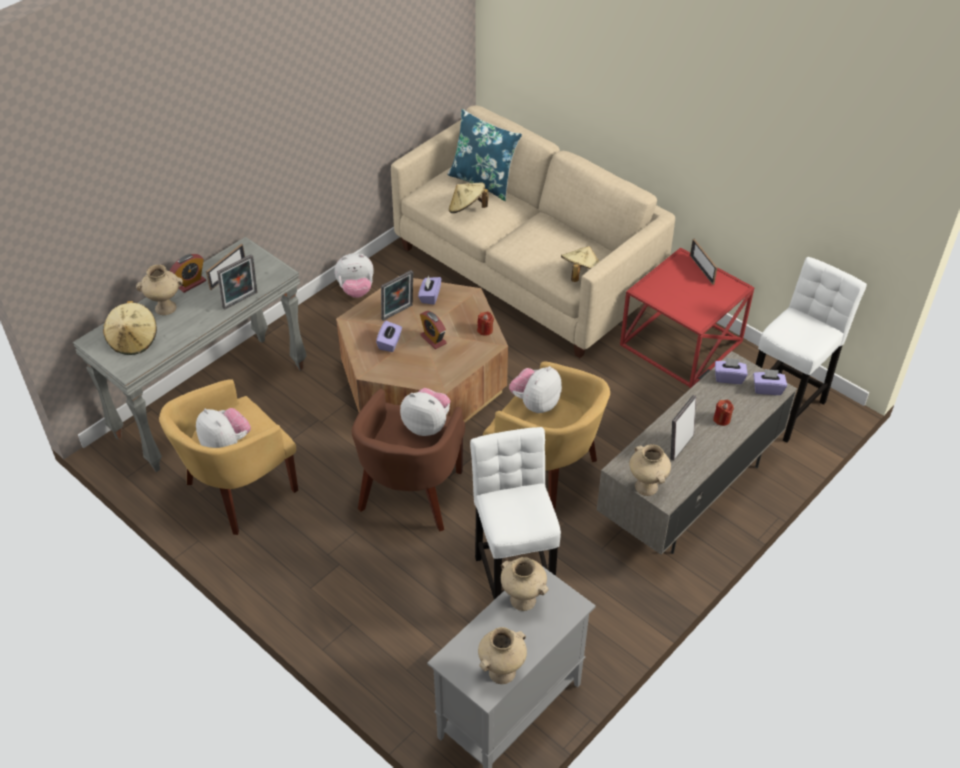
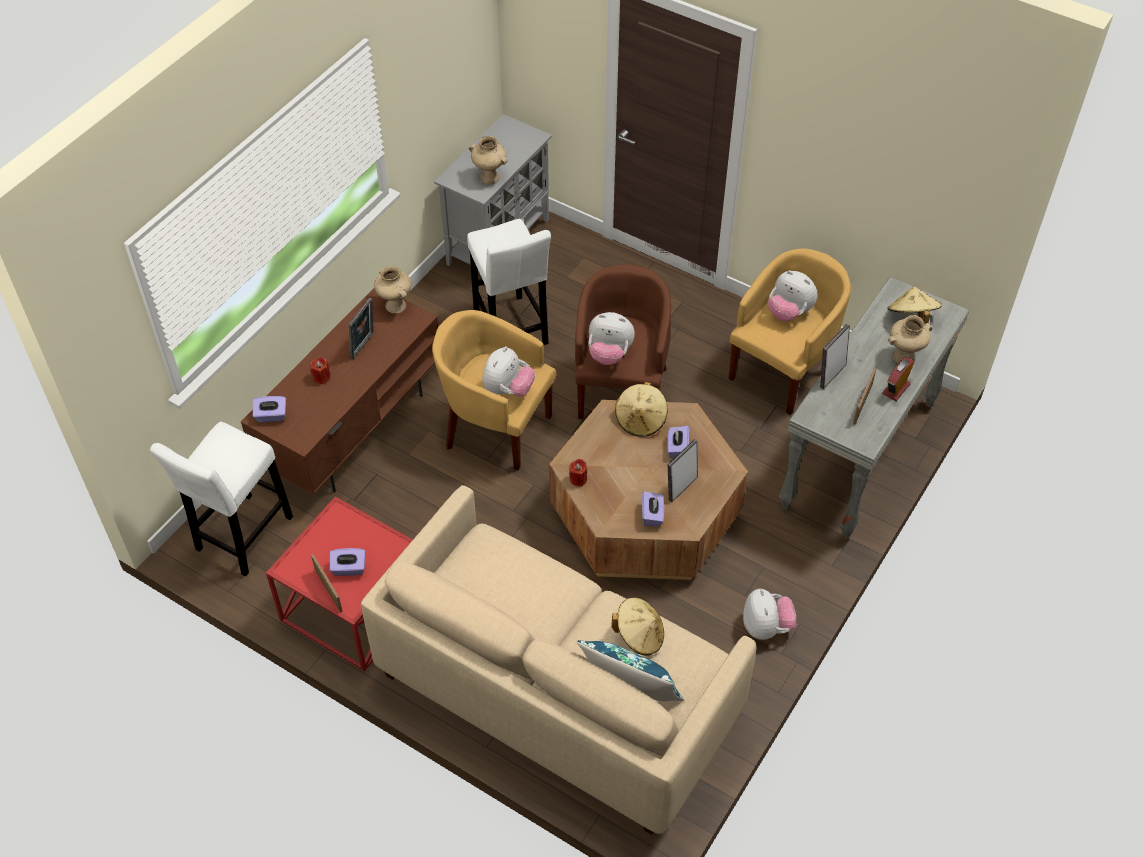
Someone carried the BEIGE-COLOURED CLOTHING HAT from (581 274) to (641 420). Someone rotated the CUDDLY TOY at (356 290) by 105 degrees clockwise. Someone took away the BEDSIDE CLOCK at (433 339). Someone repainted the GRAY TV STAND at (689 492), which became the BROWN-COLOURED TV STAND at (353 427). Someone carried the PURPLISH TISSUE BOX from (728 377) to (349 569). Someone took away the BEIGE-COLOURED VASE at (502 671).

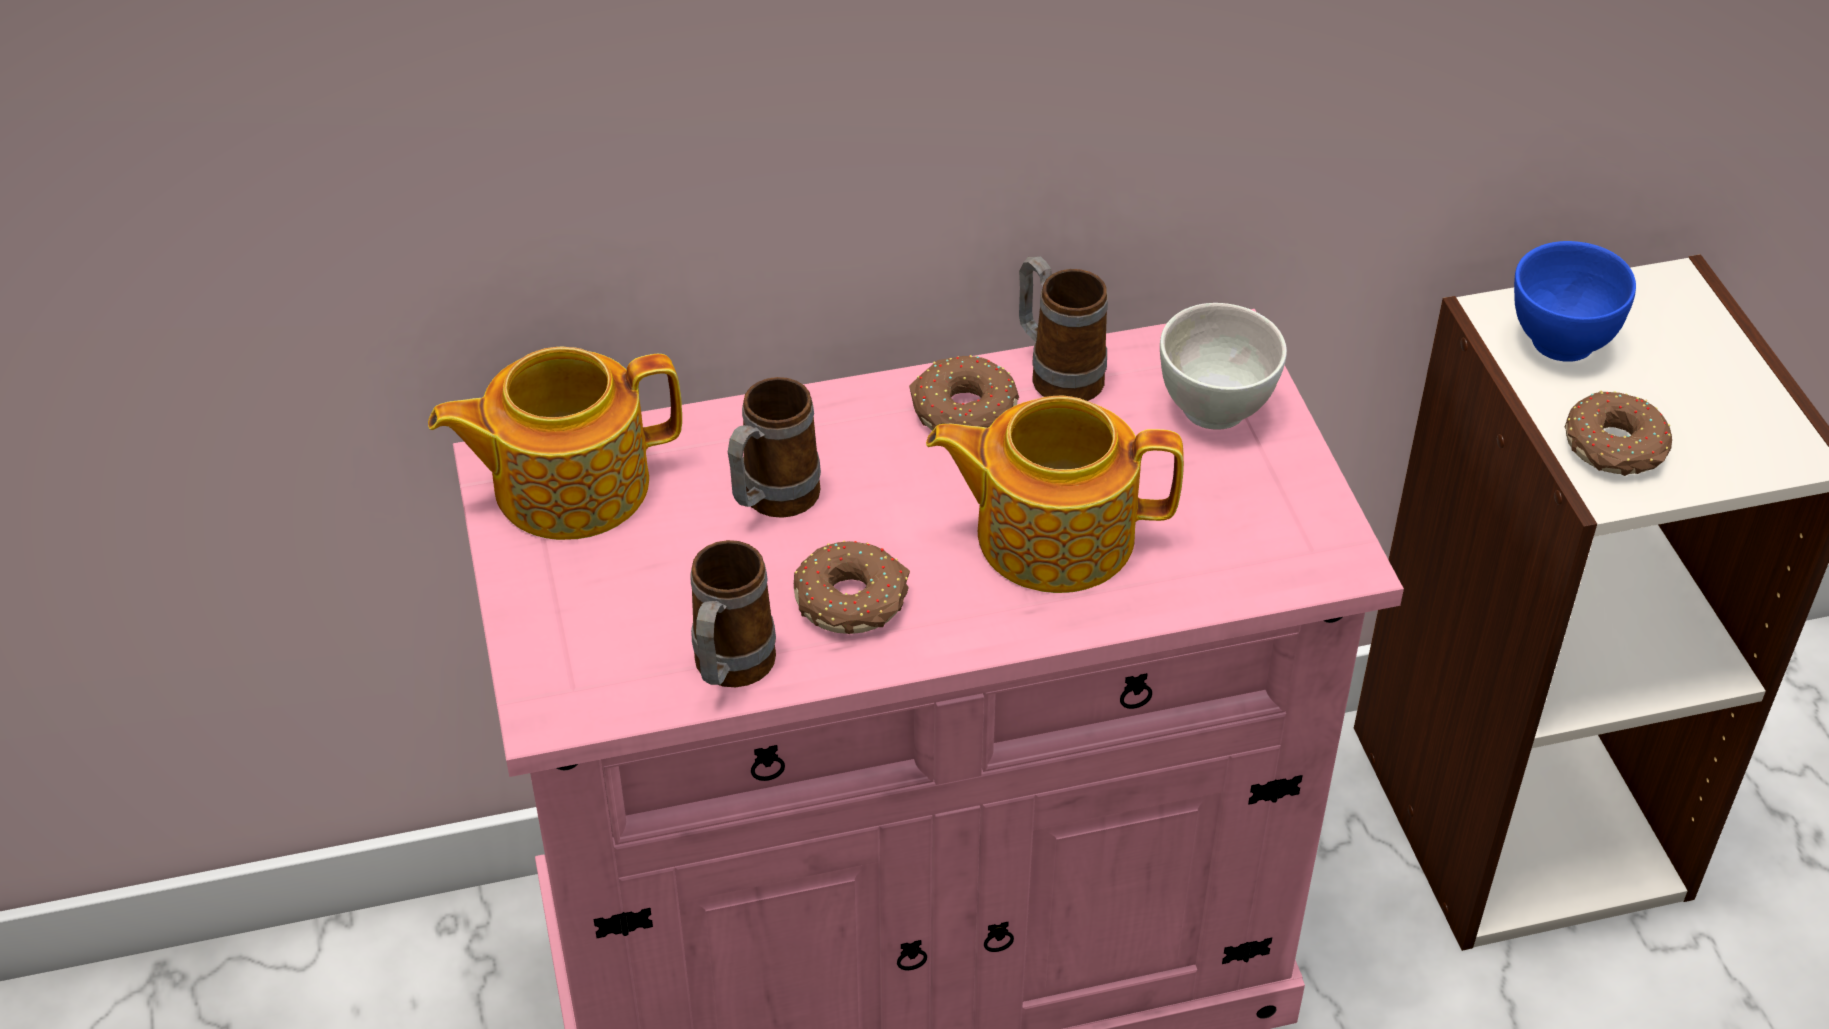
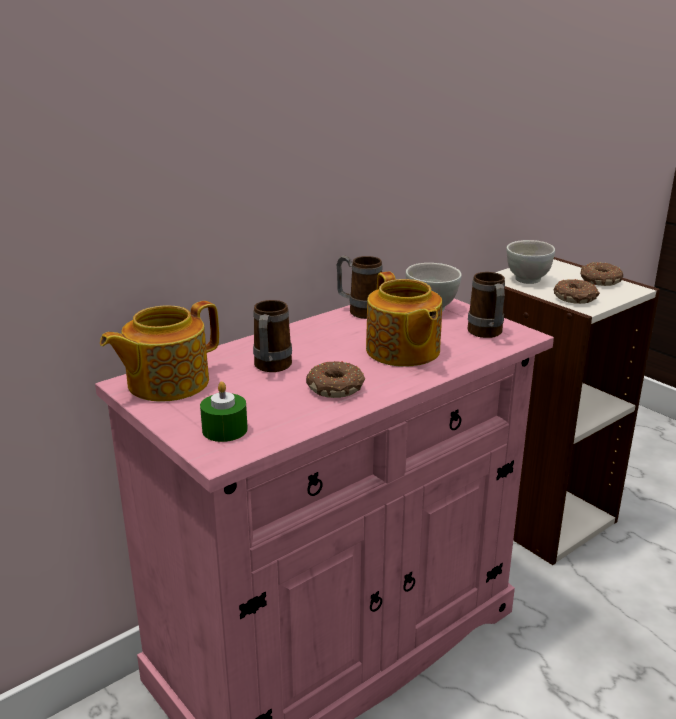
Someone repainted the BLUISH BOWL at (1559 343), which became the WHITE BOWL at (527 280). Someone carried the RING DOUGHNUT from (962 410) to (599 280). Someone rotated the POT FOR TEA at (1051 534) by 90 degrees counterclockwise. Someone carried the COFFEE MUG from (729 672) to (487 334). Someone put down the GREENISH WAX LIGHT at (224 430).

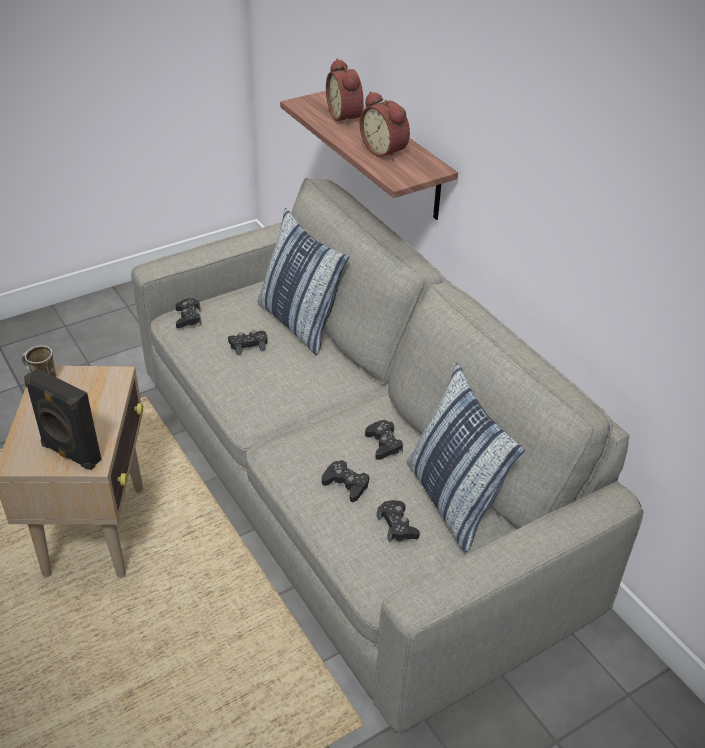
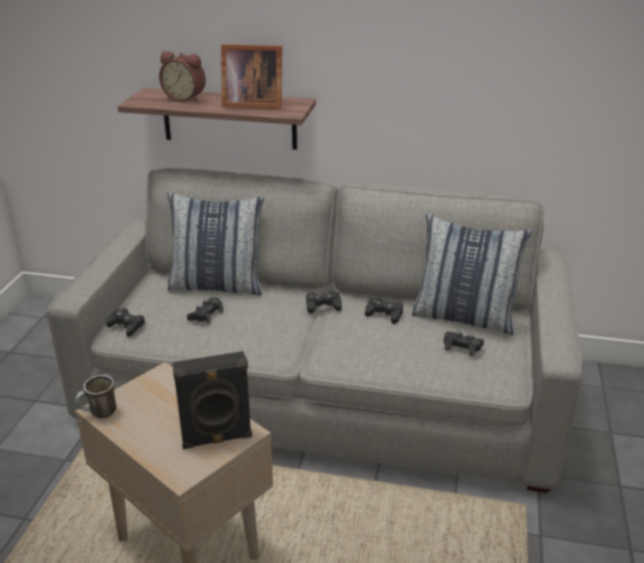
Someone swapped the BEDSIDE CLOCK at (385 151) for the PICTURE FRAME at (251 104). Someone carried the BLACK JOYPAD from (346 484) to (323 306).

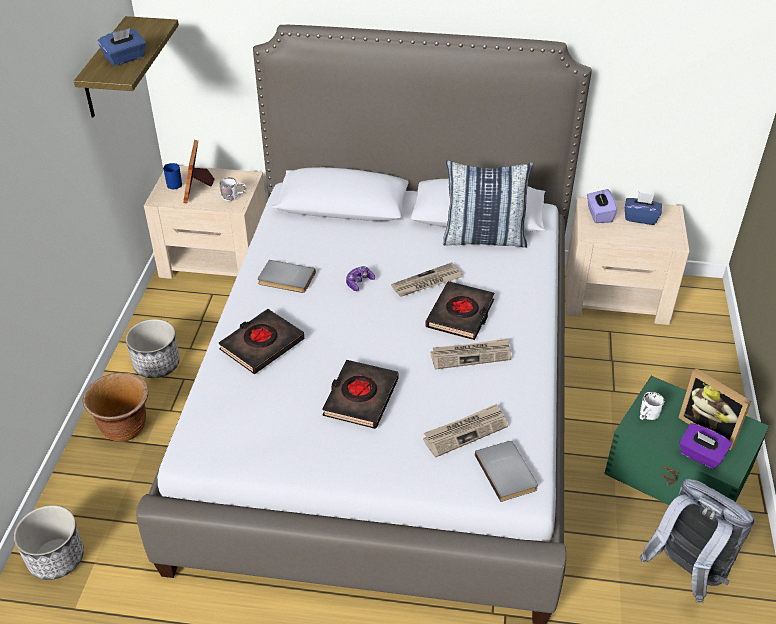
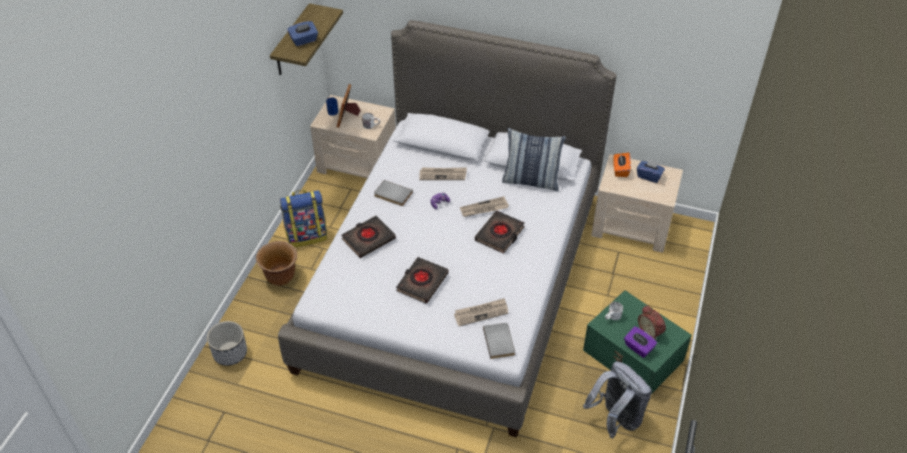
Someone repainted the PURPLISH TISSUE BOX at (599 215), which became the ORANGE-COLOURED TISSUE BOX at (620 170). Someone swapped the PLANTER at (157 364) for the BACKPACK at (307 235). Someone carried the PRINTED PAPER from (471 355) to (443 174). Someone swapped the PICTURE FRAME at (709 428) for the BEDSIDE CLOCK at (650 331).

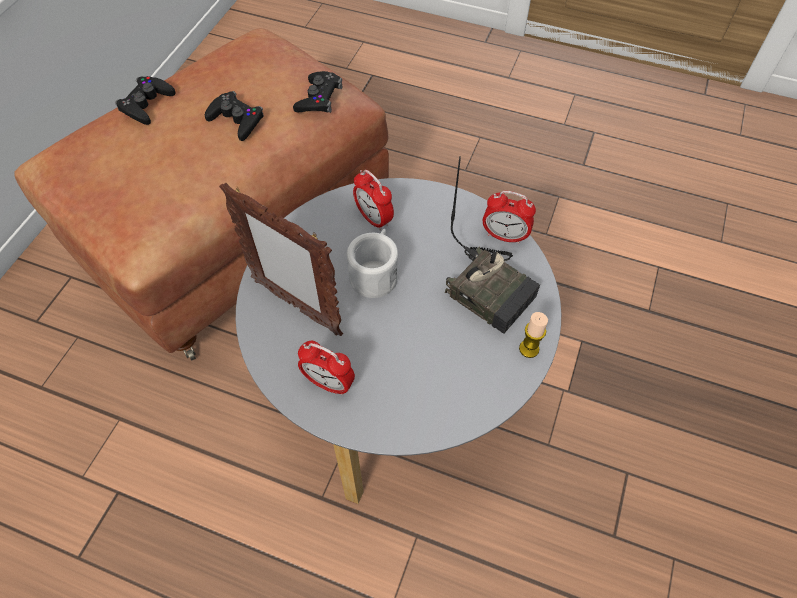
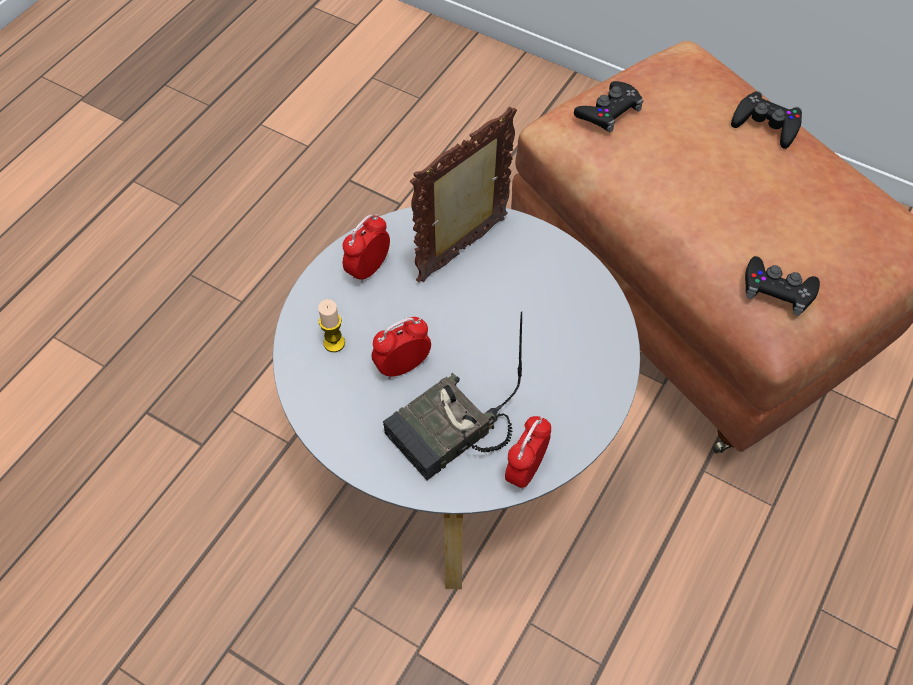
Someone carried the BLACK JOYPAD from (236 120) to (608 112). Someone carried the BEDSIDE CLOCK from (374 219) to (403 366). Someone took away the WHITE COFFEE MUG at (375 273). Someone carried the WAX LIGHT from (529 349) to (334 343).

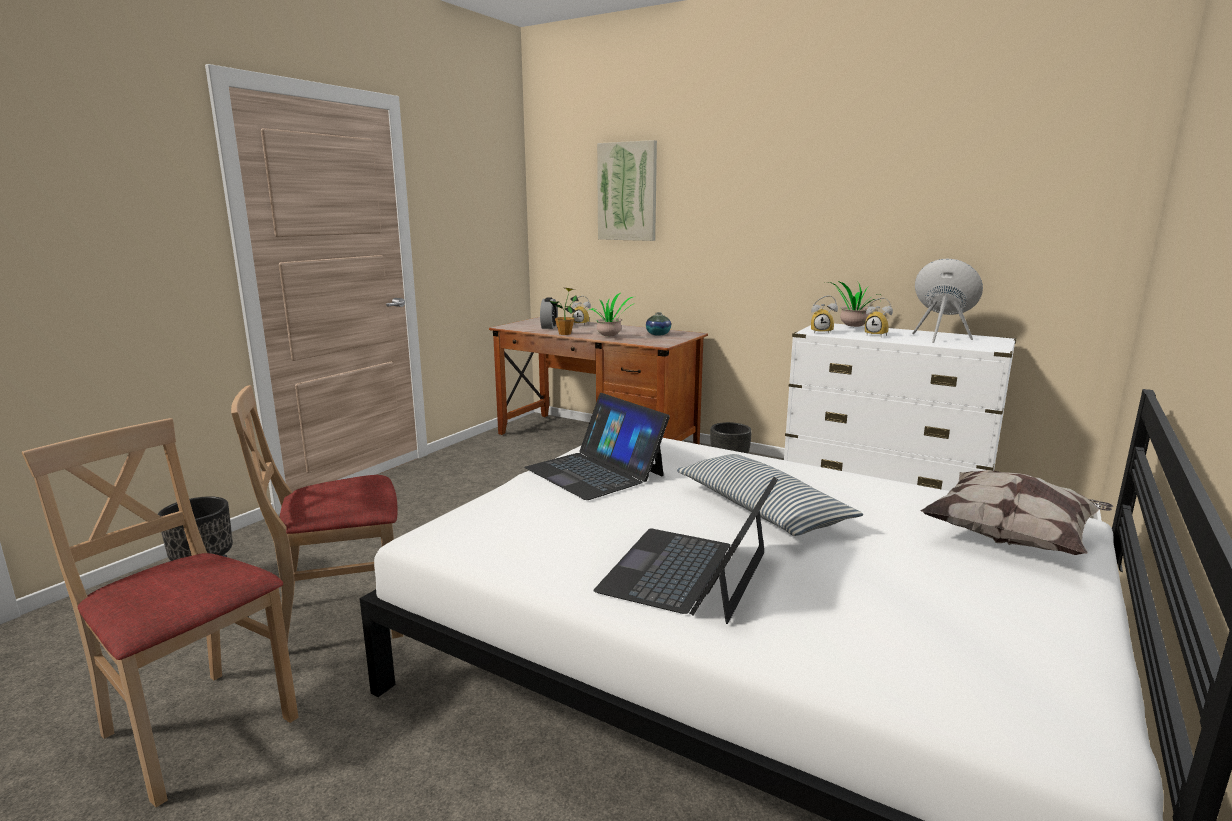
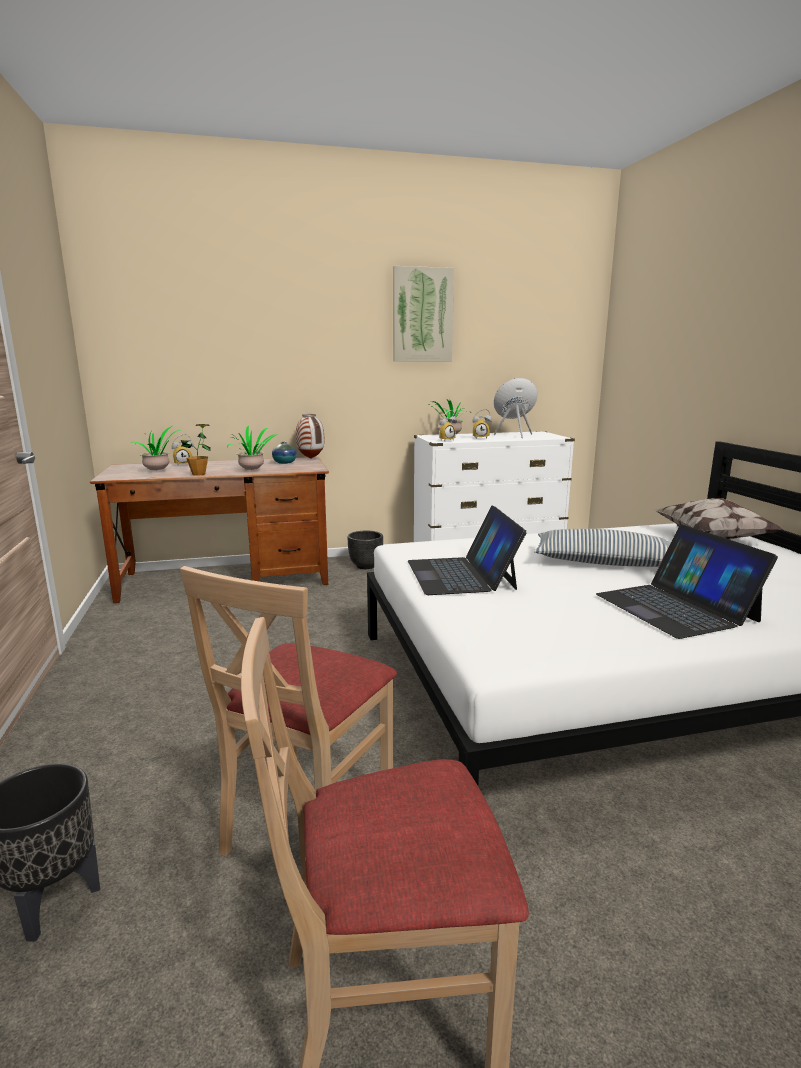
Someone carried the WALL PICTURE from (627 191) to (422 315). Someone swapped the BEDSIDE CLOCK at (549 327) for the PLANT IN A POT at (159 471). Someone rotated the PORTABLE COMPUTER at (595 471) by 75 degrees clockwise. Someone put down the VASE at (311 458).

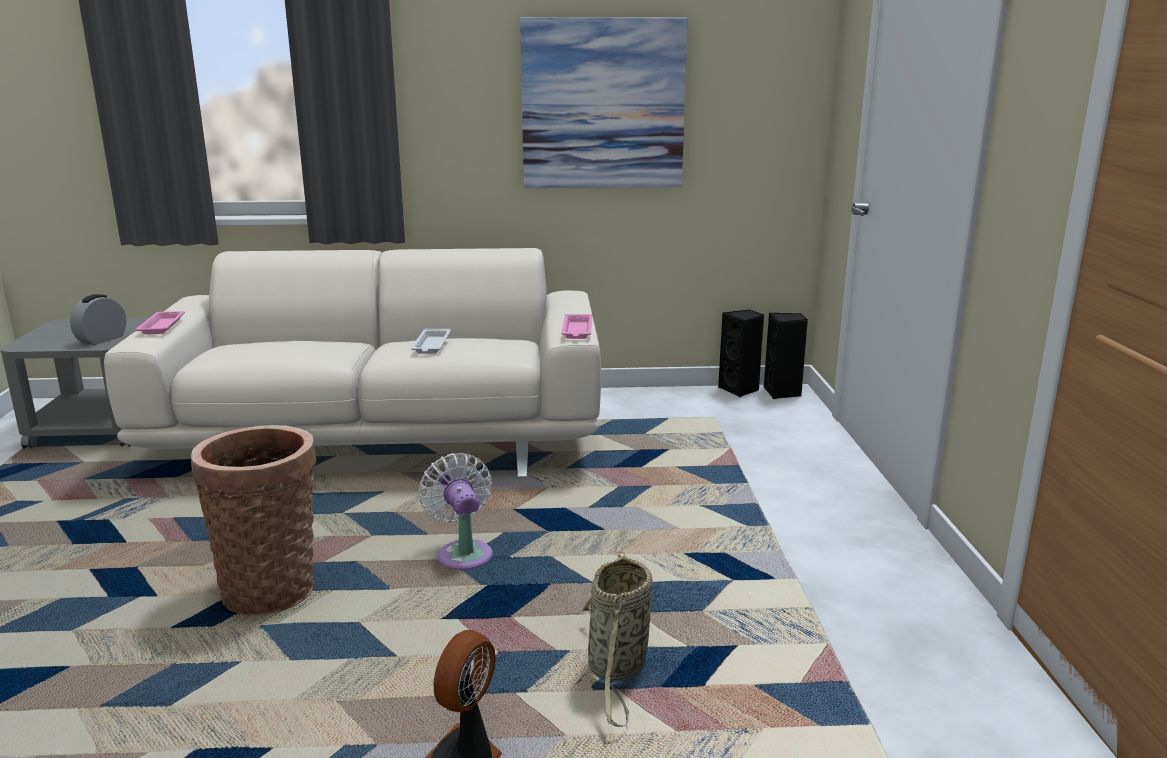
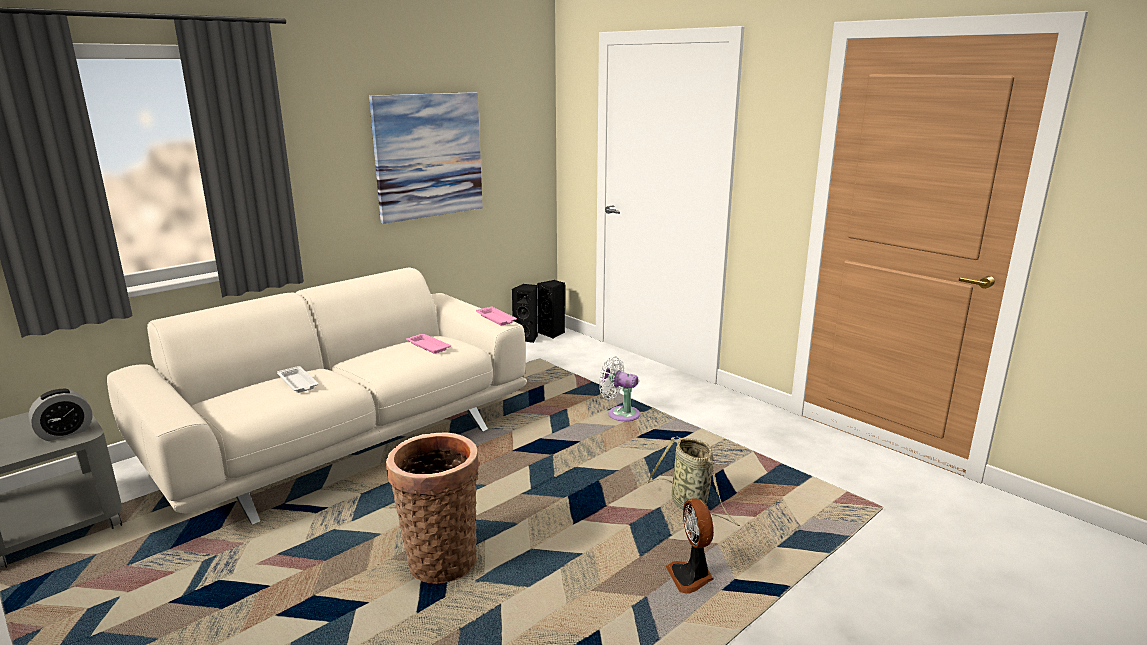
Someone rotated the BEDSIDE CLOCK at (102 339) by 120 degrees counterclockwise. Someone carried the PINKISH SERVING TRAY from (162 326) to (428 346). Someone carried the WHITE SERVING TRAY from (431 345) to (298 383). Someone carried the WHITE COOLING FAN from (463 553) to (620 414).

